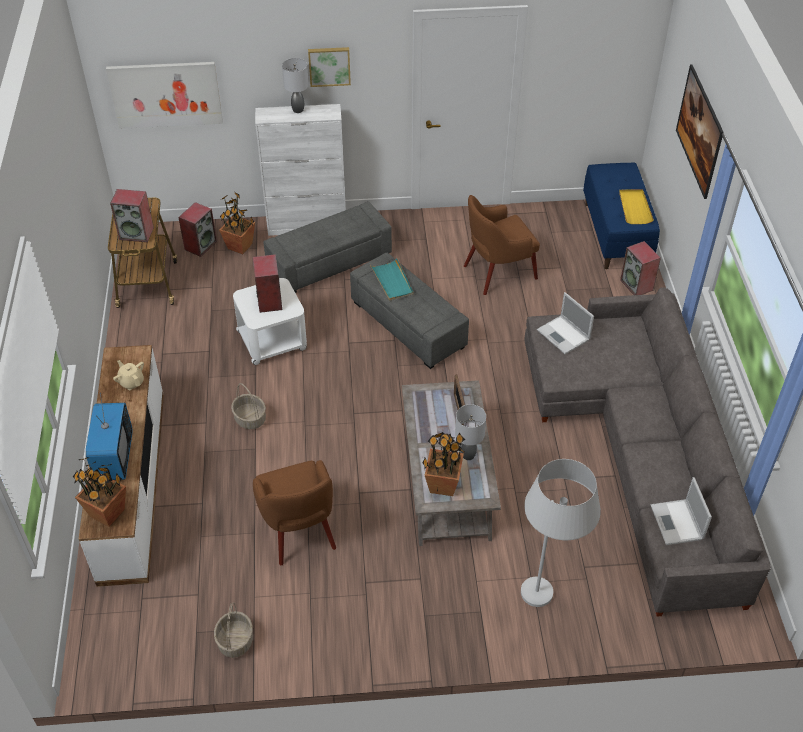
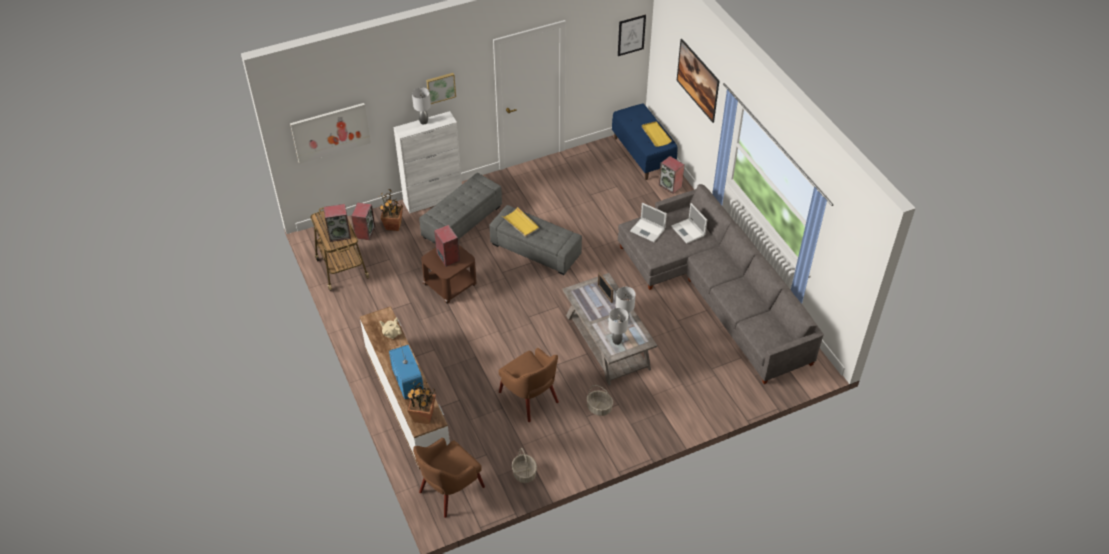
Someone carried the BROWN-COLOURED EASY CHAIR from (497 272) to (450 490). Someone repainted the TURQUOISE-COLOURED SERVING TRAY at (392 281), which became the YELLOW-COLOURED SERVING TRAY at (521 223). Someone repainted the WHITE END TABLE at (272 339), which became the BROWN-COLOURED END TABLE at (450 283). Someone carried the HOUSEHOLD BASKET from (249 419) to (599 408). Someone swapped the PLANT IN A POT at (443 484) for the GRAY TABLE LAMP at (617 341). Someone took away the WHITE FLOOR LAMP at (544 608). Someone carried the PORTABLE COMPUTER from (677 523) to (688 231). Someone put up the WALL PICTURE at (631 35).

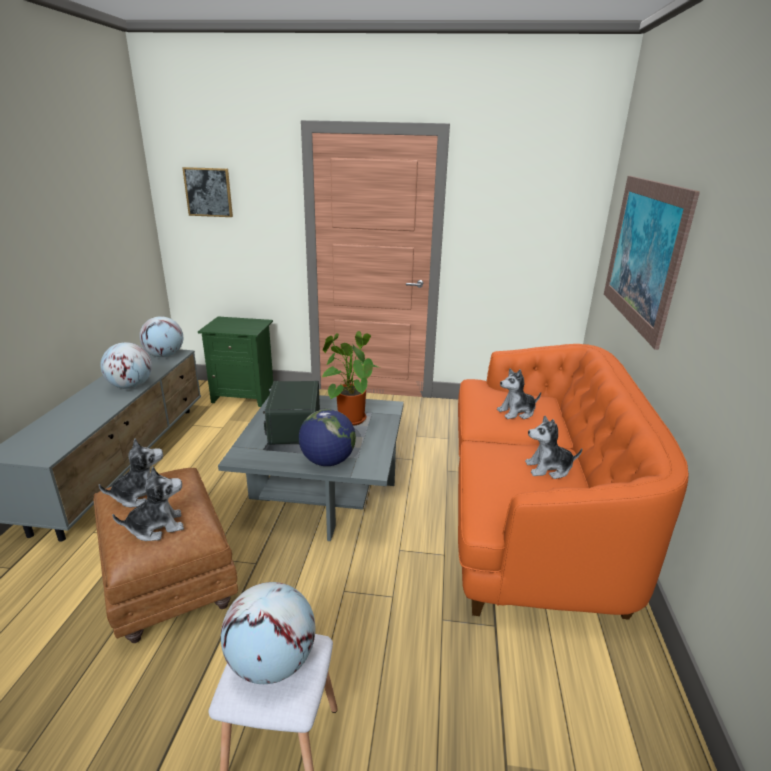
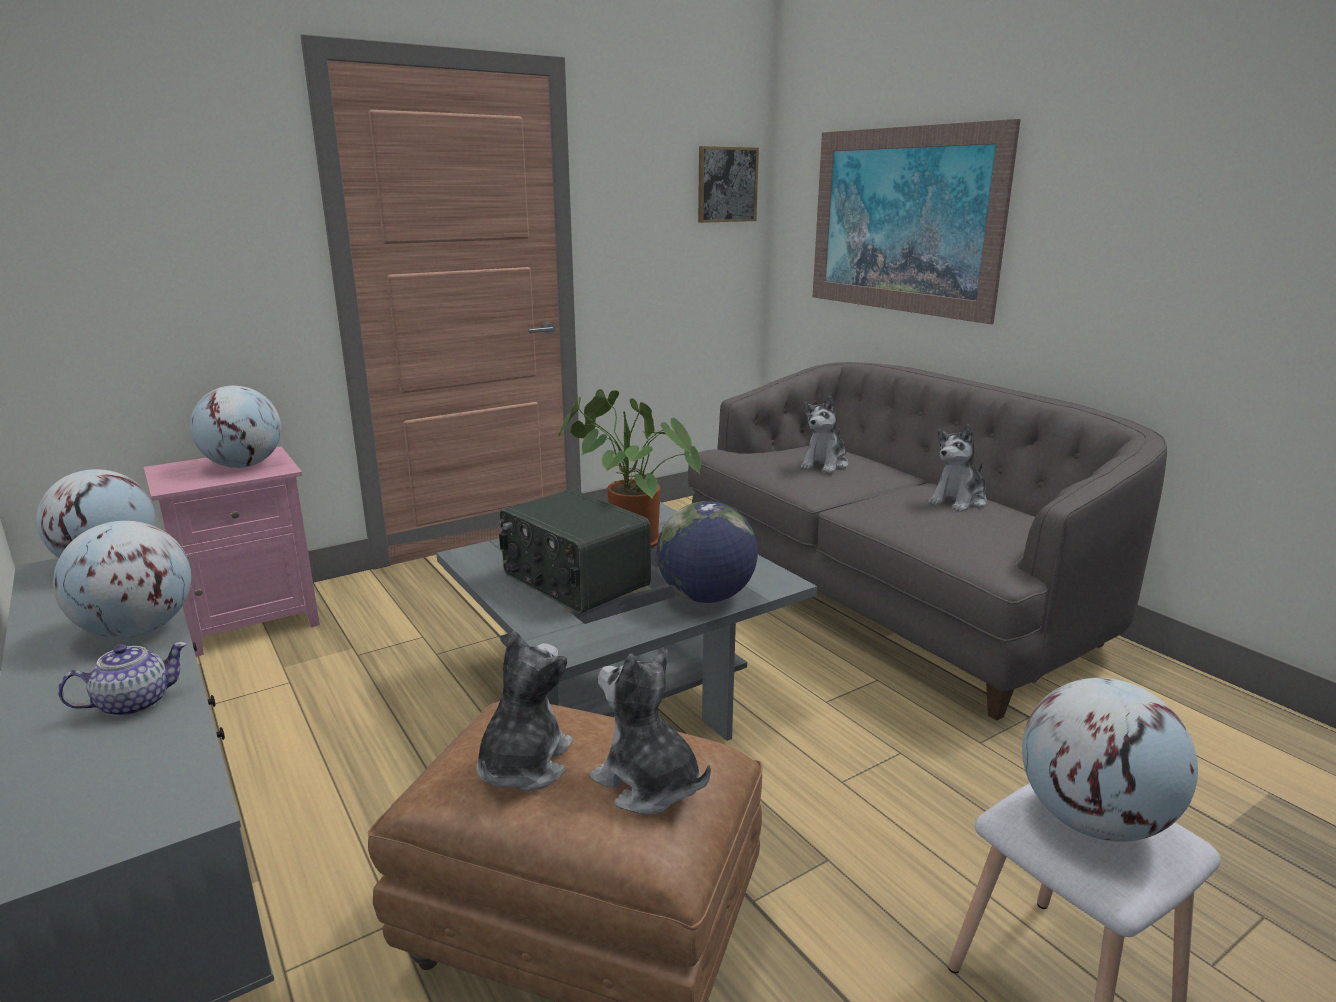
Someone carried the WALL PICTURE from (208 192) to (727 184). Someone repainted the GREENISH NIGHT TABLE at (244 395), which became the PINKISH NIGHT TABLE at (251 621). Someone repainted the ORANGE-COLOURED SETTEE at (531 514), which became the GRAY SETTEE at (889 597). Someone rotated the CUDDLY TOY at (157 527) by 75 degrees counterclockwise. Someone put down the DESK GLOBE at (244 465). Someone put down the POT FOR TEA at (133 703).

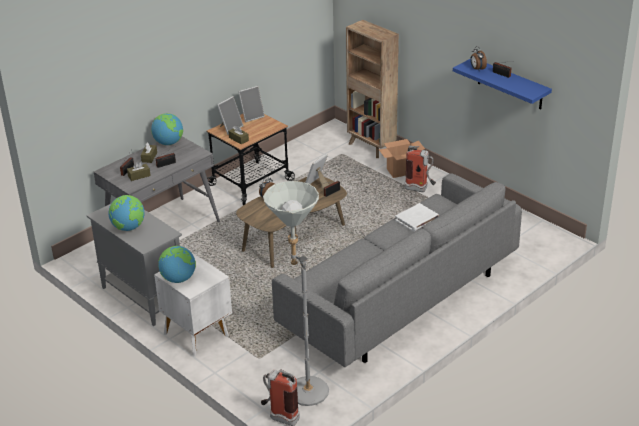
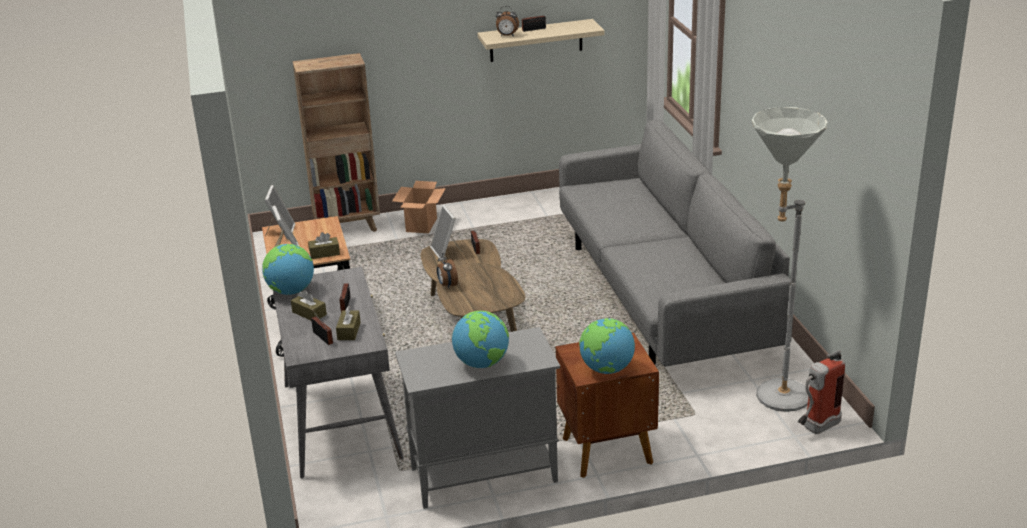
Someone repainted the BLUISH BRACKET SHELF at (510 84), which became the BEIGE-COLOURED BRACKET SHELF at (536 40). Someone took away the FIRE EXTINGUISHER at (420 189). Someone took away the WHITE VOLUME at (417 219). Someone repainted the WHITE NIGHT TABLE at (196 333), which became the BROWN-COLOURED NIGHT TABLE at (605 450).

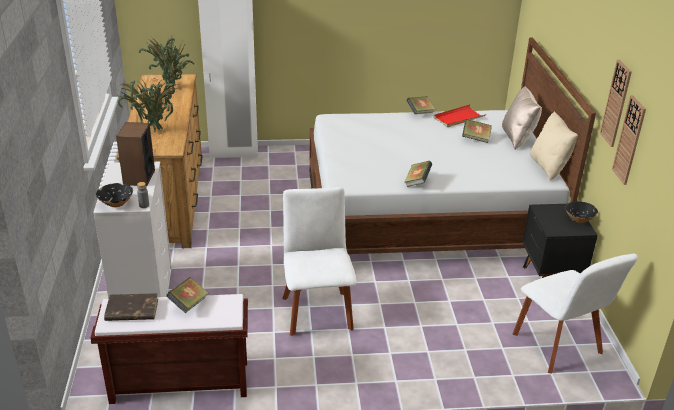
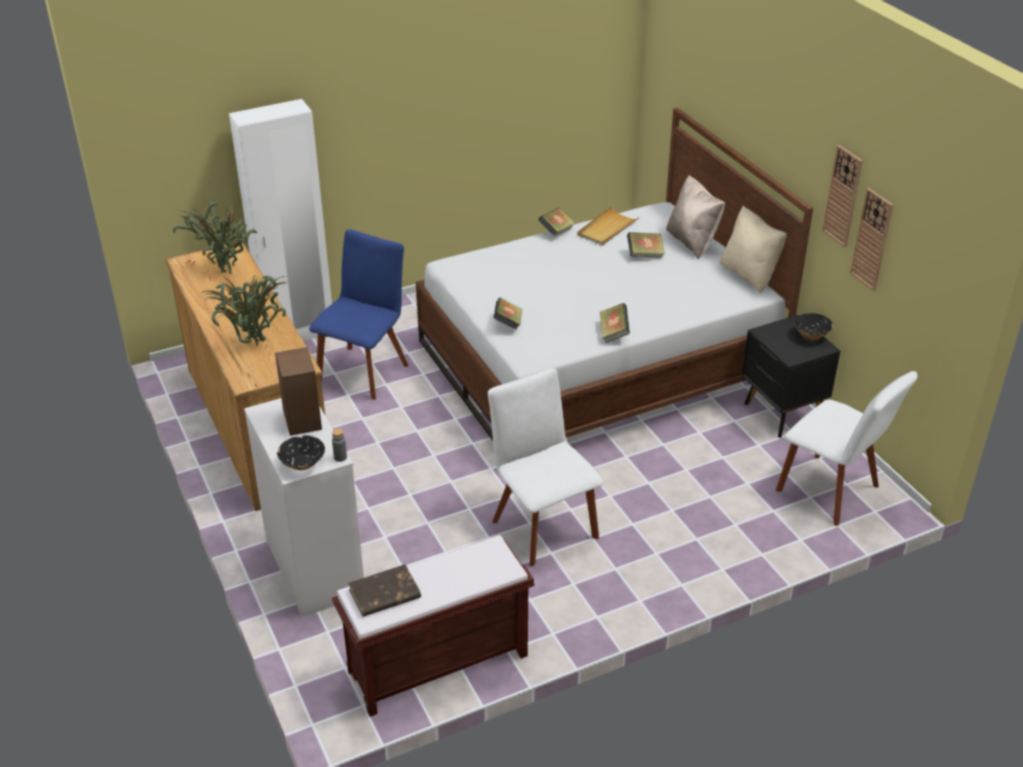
Someone repainted the REDDISH SERVING TRAY at (458 118), which became the BEIGE-COLOURED SERVING TRAY at (607 229). Someone carried the VOLUME from (188 304) to (508 324). Someone put down the BLUISH UPRIGHT CHAIR at (364 370).

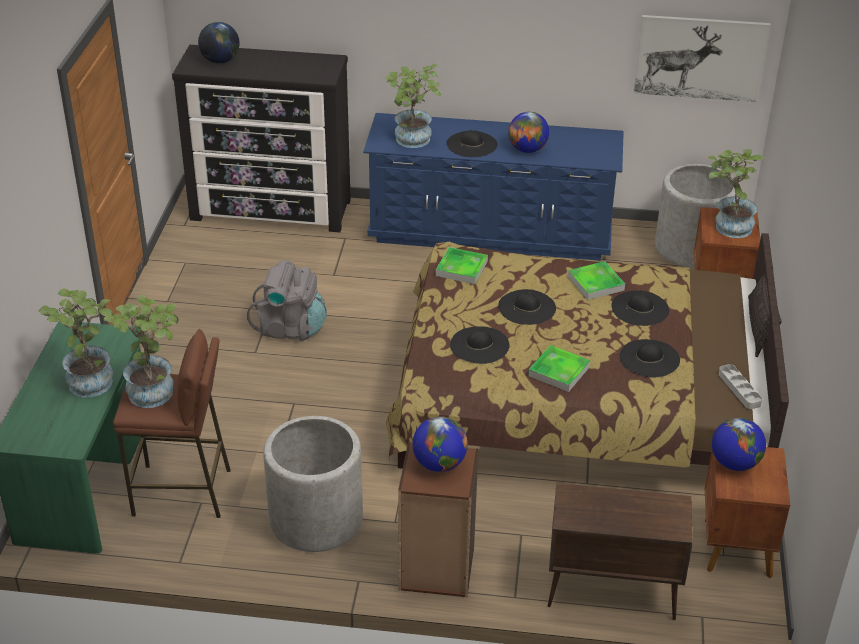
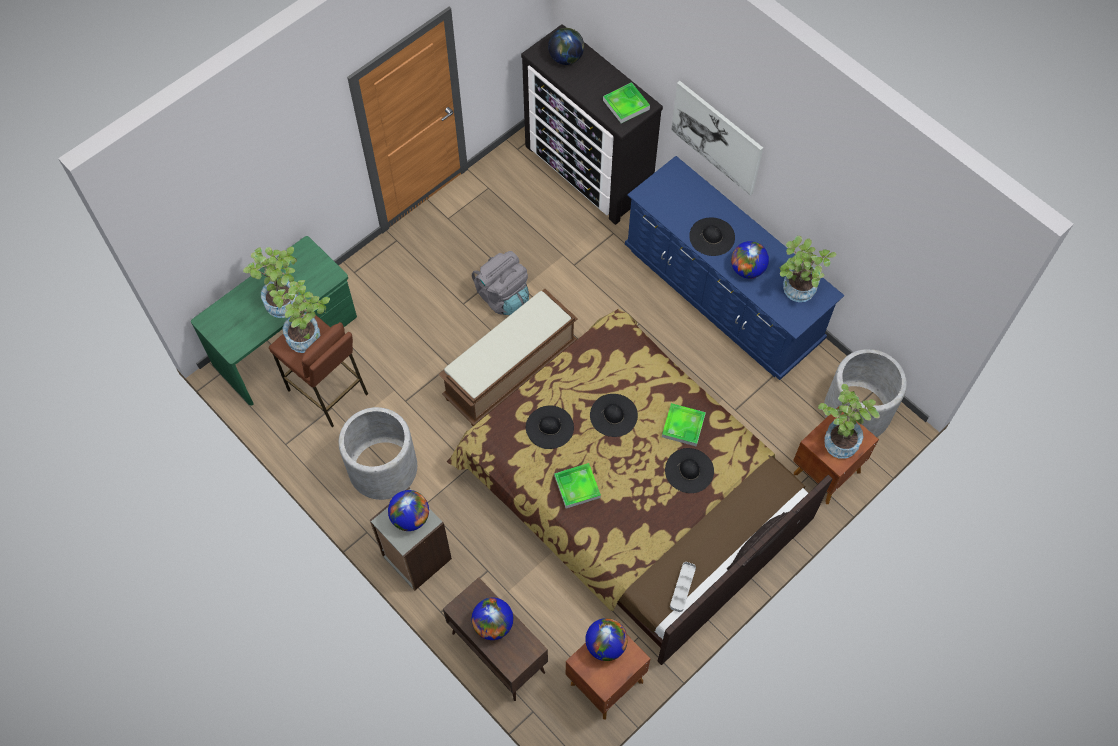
Someone carried the WALL PICTURE from (700 58) to (716 137). Someone carried the PLANT IN A POT from (412 142) to (795 292). Someone carried the SERVING TRAY from (461 268) to (626 105). Someone took away the BLACK CLOTHING HAT at (649 358). Someone repainted the BROWN-COLOURED SHELVING UNIT at (436 569), which became the GRAY SHELVING UNIT at (416 557). Someone put down the BROWN-COLOURED BENCH at (510 372). Someone put down the DESK GLOBE at (493 624).

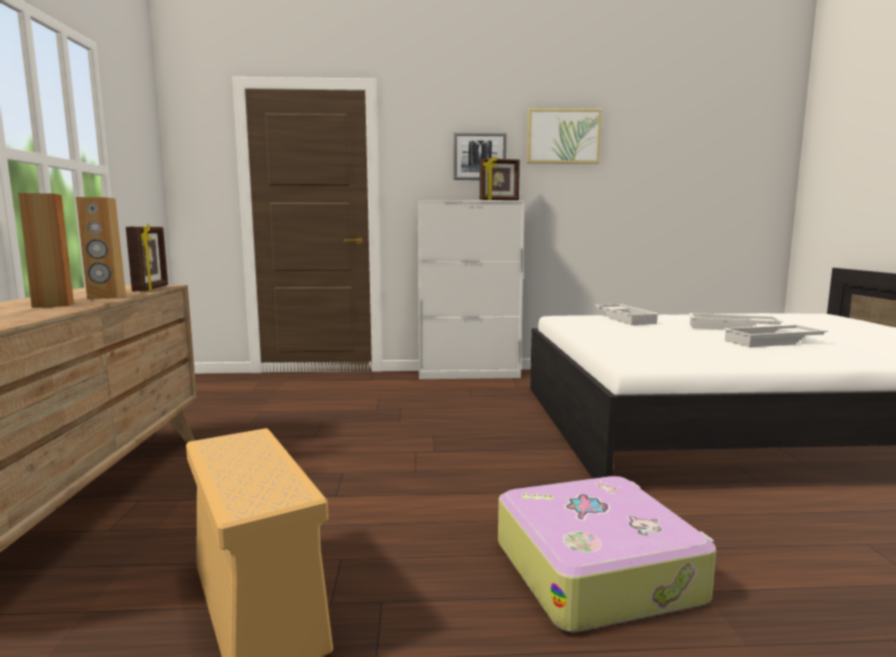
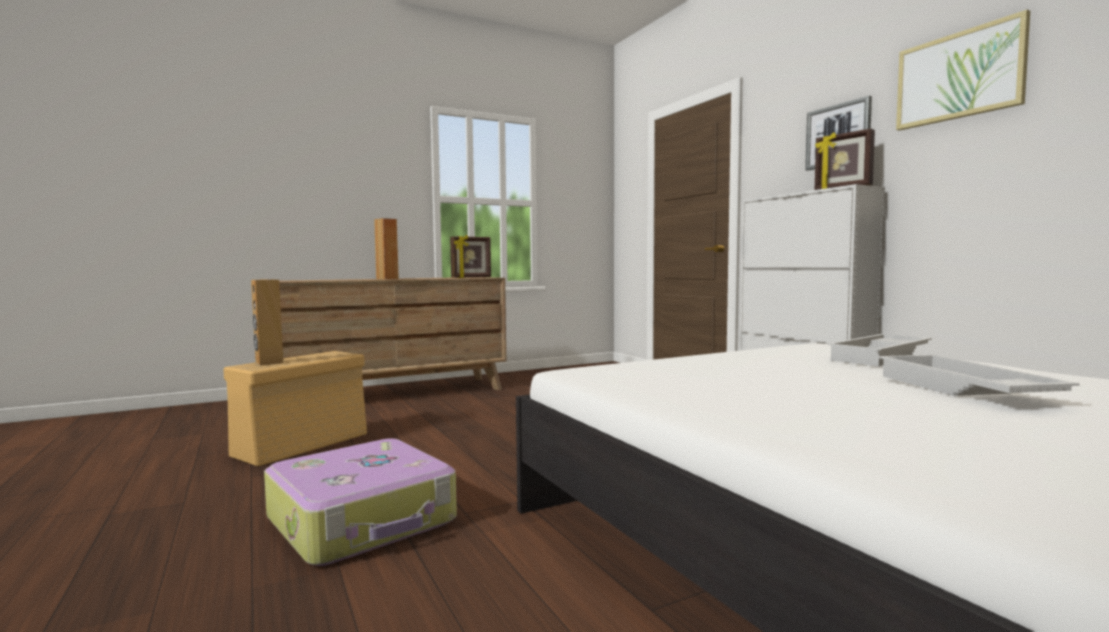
Someone carried the BROWN-COLOURED SPEAKER from (106 297) to (268 362). Someone took away the WHITE SERVING TRAY at (773 342).

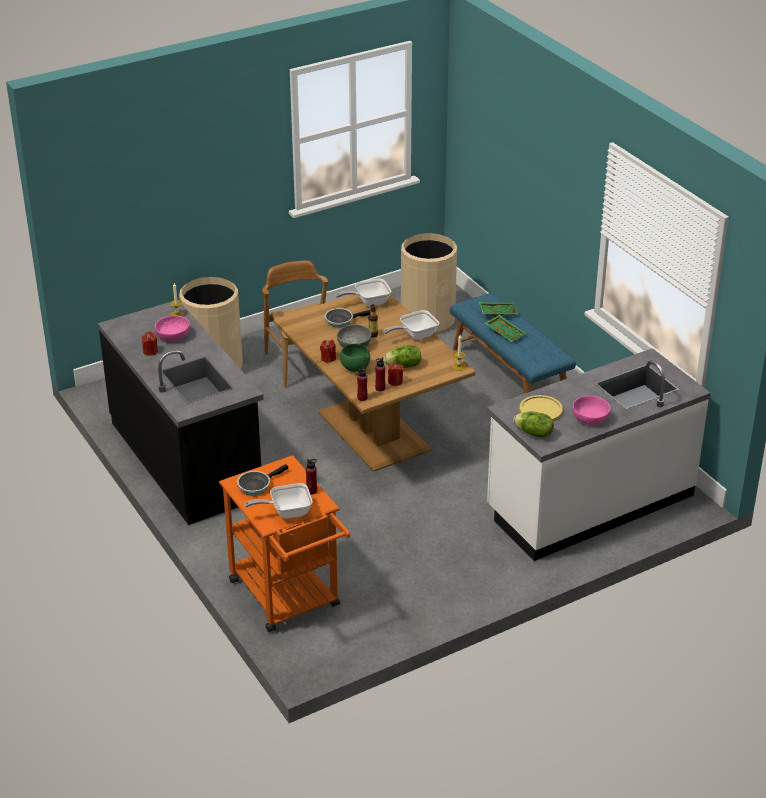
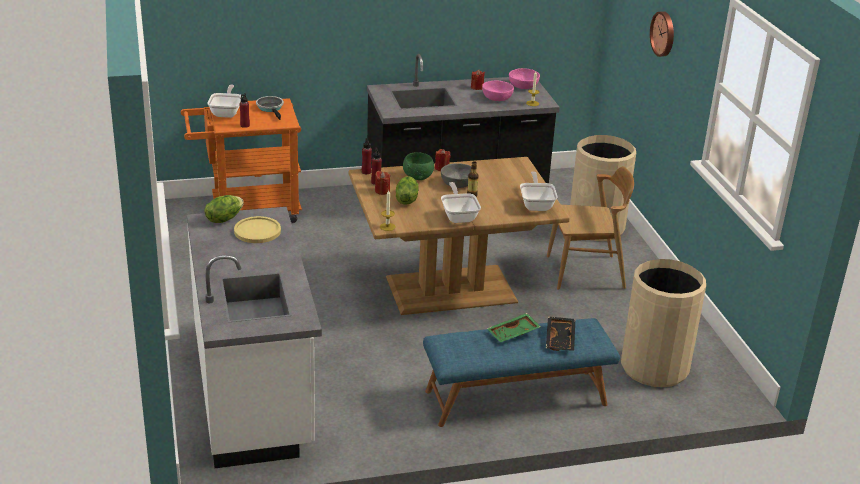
Someone repainted the GREENISH SERVING TRAY at (497 312), which became the BLACK SERVING TRAY at (561 339). Someone took away the SKILLET at (341 320). Someone carried the PINKISH BOWL from (590 418) to (523 86). Someone put up the WALL CLOCK at (664 33).

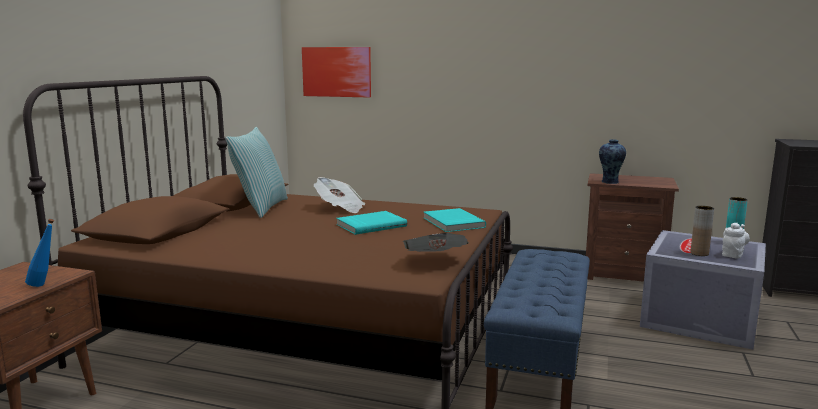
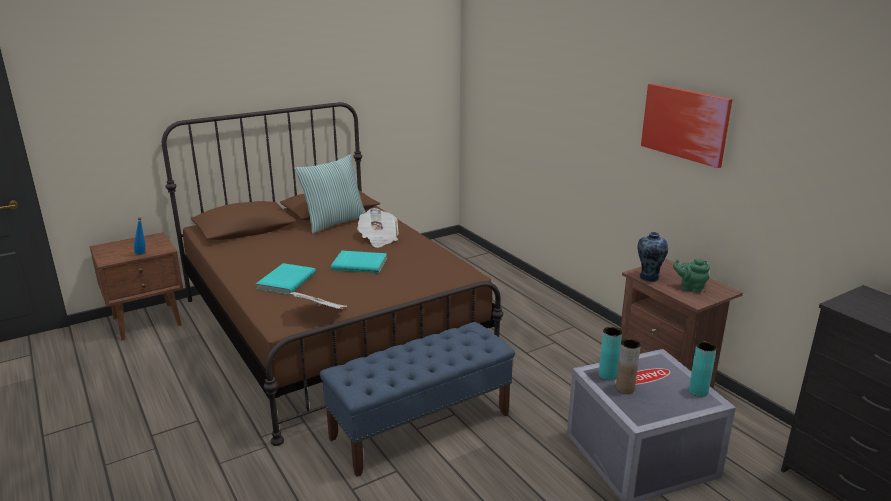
Someone carried the WALL PICTURE from (336 72) to (685 123). Someone carried the TURQUOISE-COLOURED VOLUME from (452 223) to (285 281). Someone took away the WHITE POT FOR TEA at (733 255). Someone put down the GREENISH POT FOR TEA at (690 288). Someone put down the TURQUOISE-COLOURED VASE at (607 375).

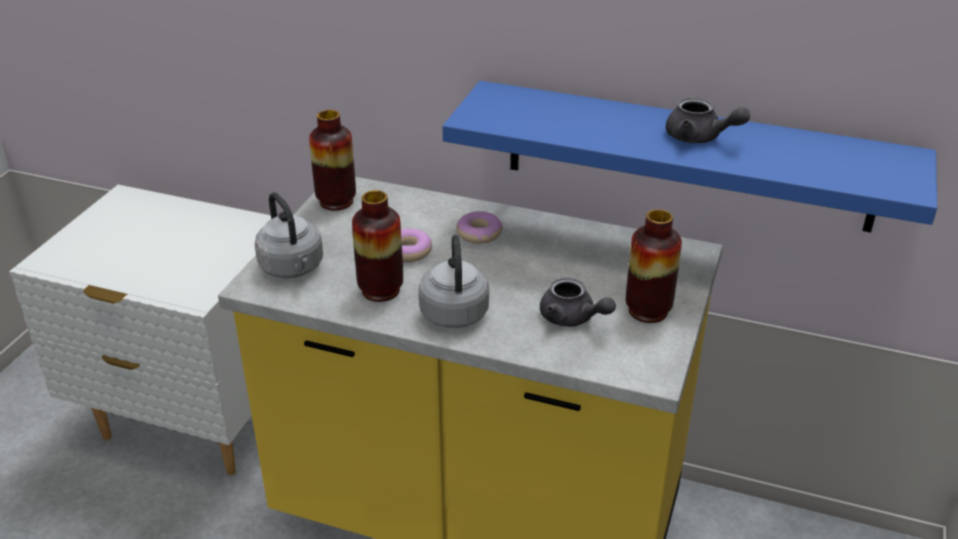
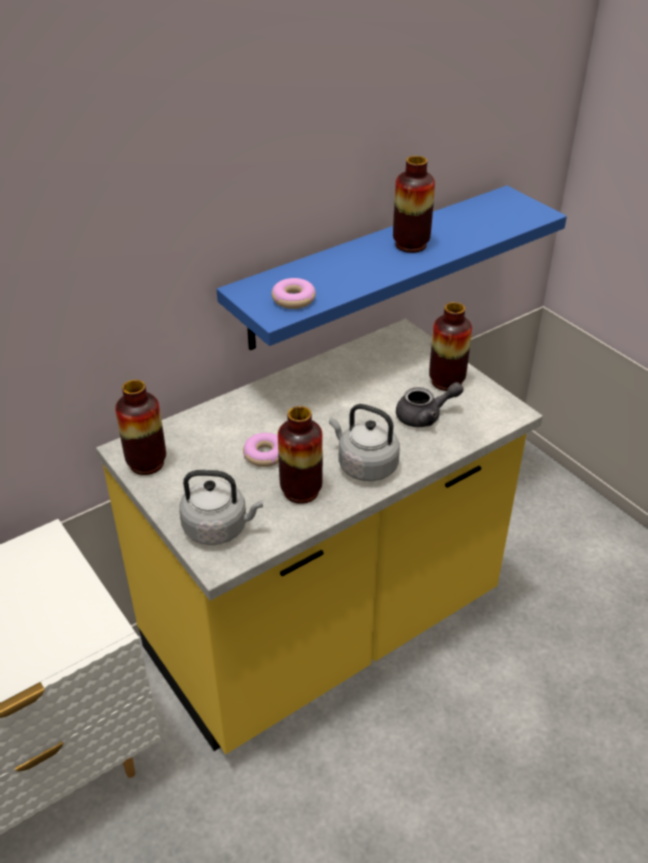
Someone swapped the GRAY POT FOR TEA at (699 138) for the VASE at (410 245). Someone carried the RING DOUGHNUT from (479 233) to (294 299).

